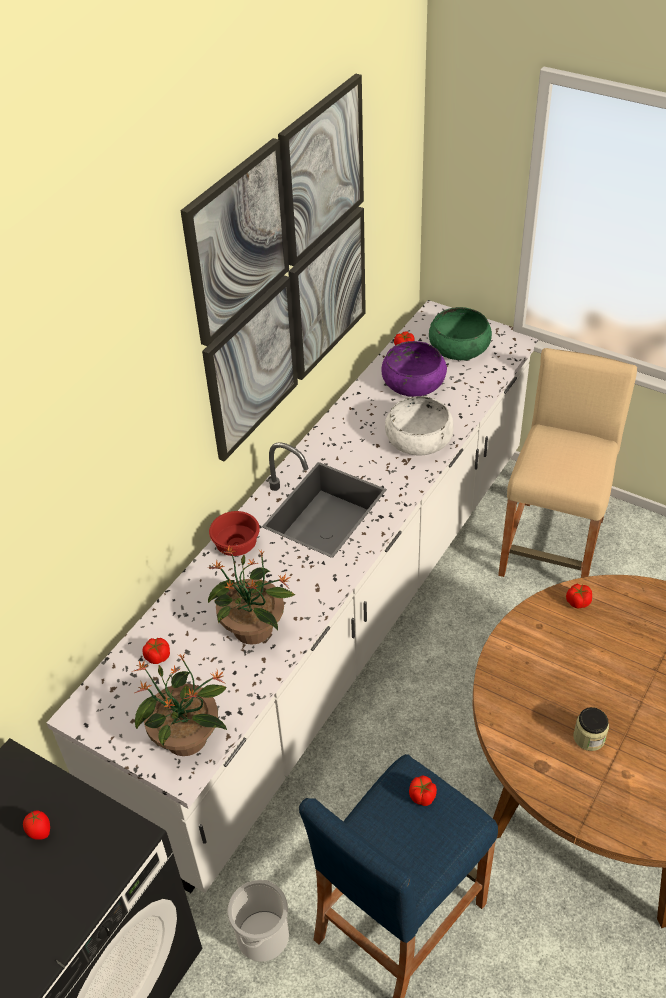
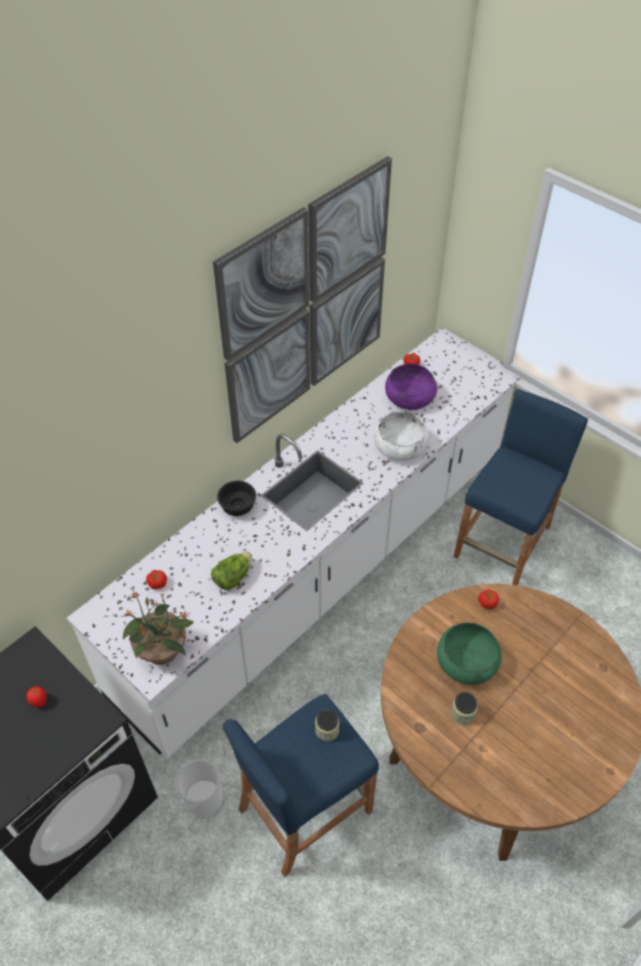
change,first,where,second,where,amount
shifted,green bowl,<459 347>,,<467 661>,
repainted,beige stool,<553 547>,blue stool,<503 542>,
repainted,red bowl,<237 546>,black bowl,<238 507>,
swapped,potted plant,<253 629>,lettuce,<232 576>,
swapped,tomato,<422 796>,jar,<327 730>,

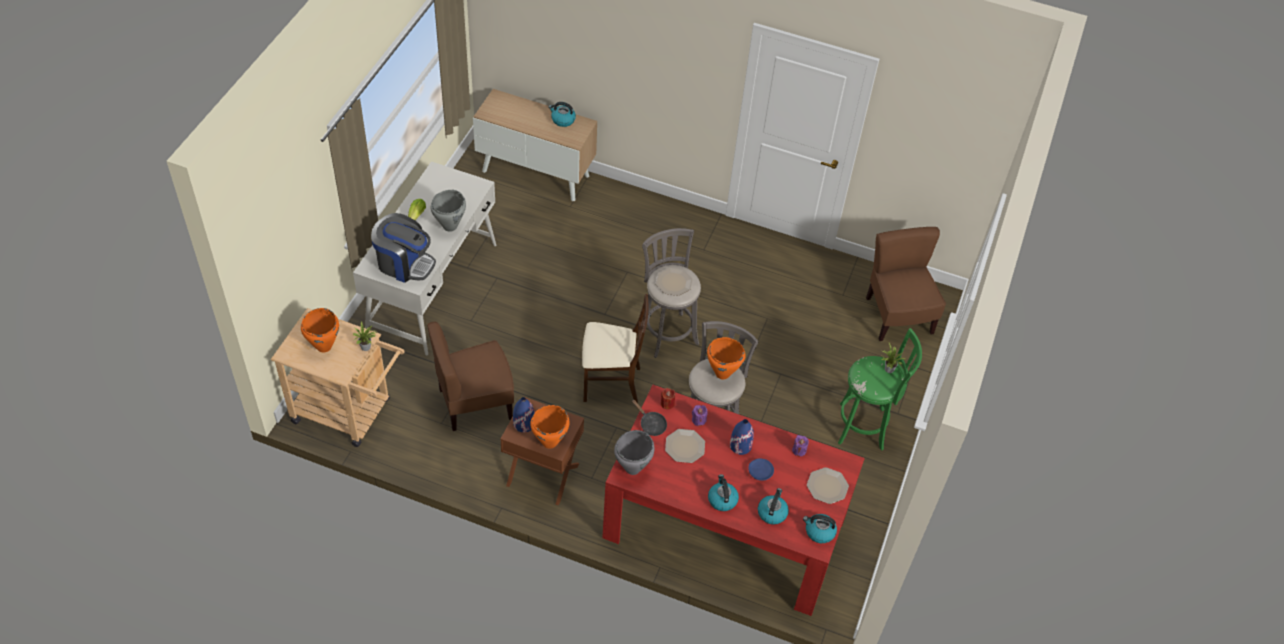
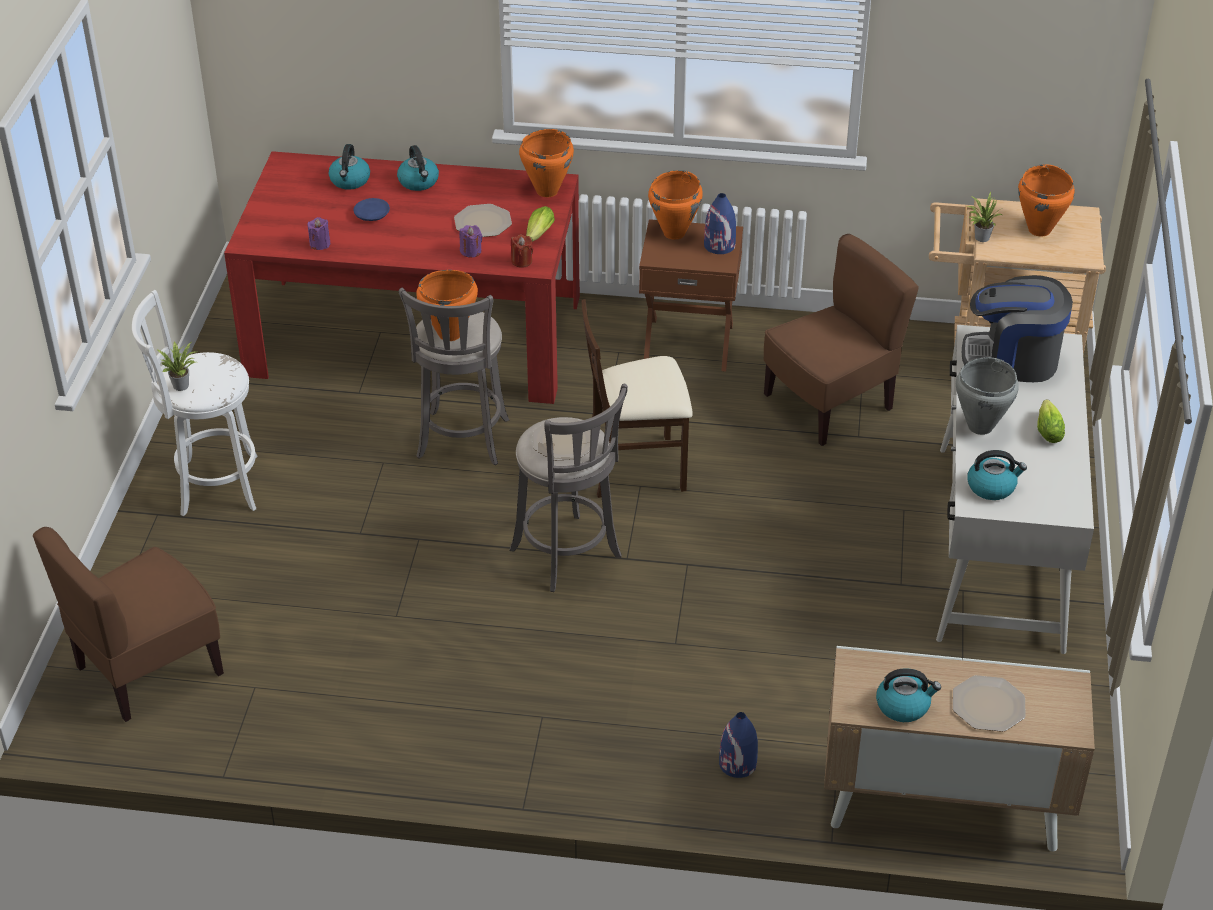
change,first,where,second,where,amount
rotated,brown chair,<897 316>,,<148 669>,75 degrees clockwise
repainted,green stool,<865 427>,white stool,<213 485>,
swapped,black frying pan,<651 424>,lettuce,<538 236>,
shifted,blue vase,<740 445>,,<738 764>,
repainted,grey cooking pot,<633 468>,orange cooking pot,<546 191>,
shifted,plate,<827 486>,,<989 705>,
shifted,kettle,<819 532>,,<992 487>,

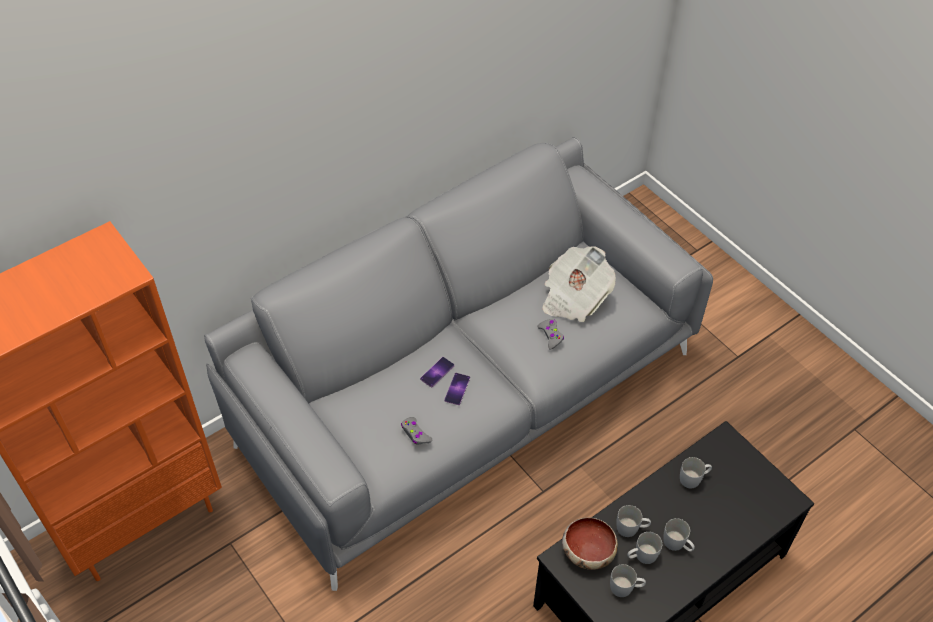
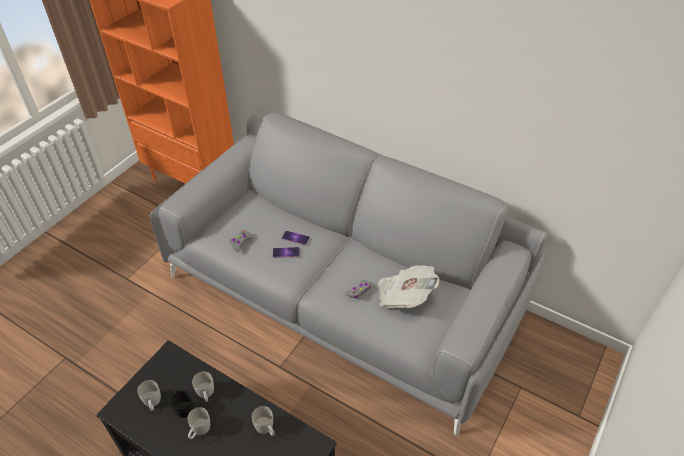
change,first,where,second,where,amount
gone,bowl,<587 551>,,,
repainted,white mug,<641 556>,black mug,<182 407>,

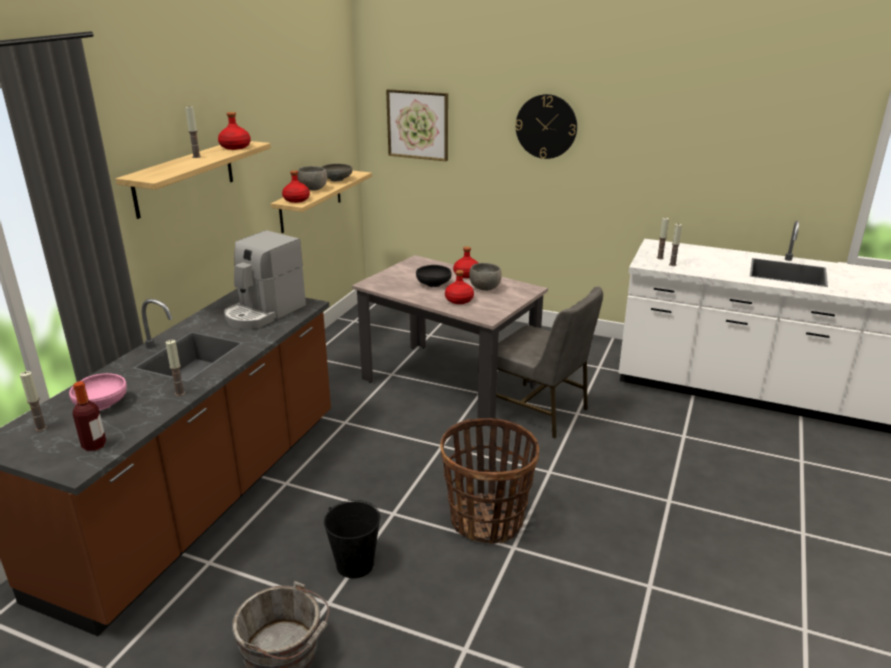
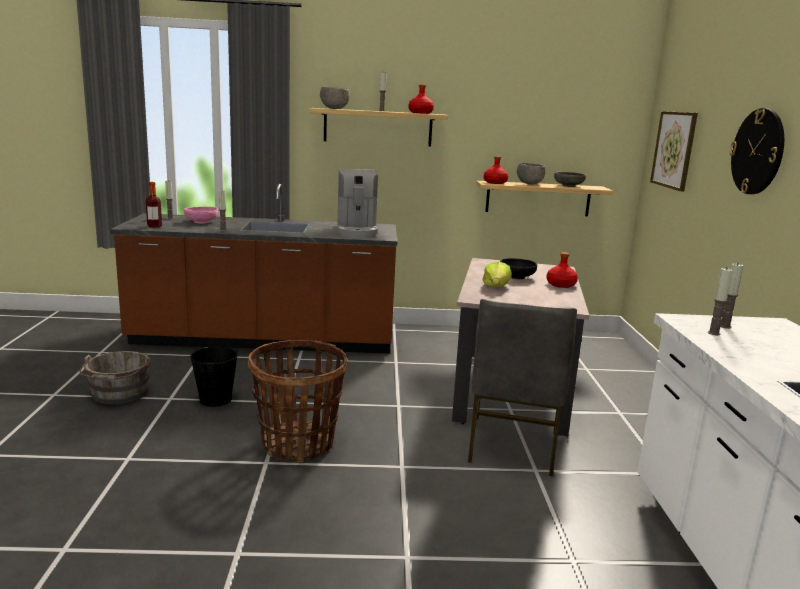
change,first,where,second,where,amount
rotated,coffee machine,<264 312>,,<356 231>,105 degrees counterclockwise
shifted,grey bowl,<485 288>,,<334 108>,
swapped,red bottle,<459 300>,lettuce,<496 287>,

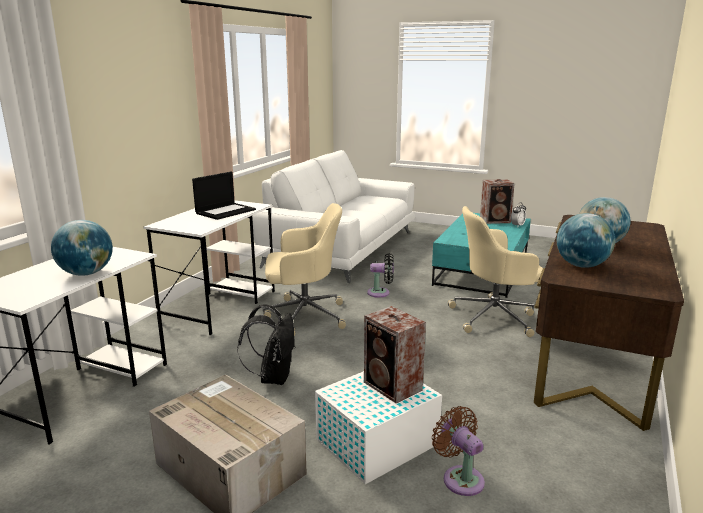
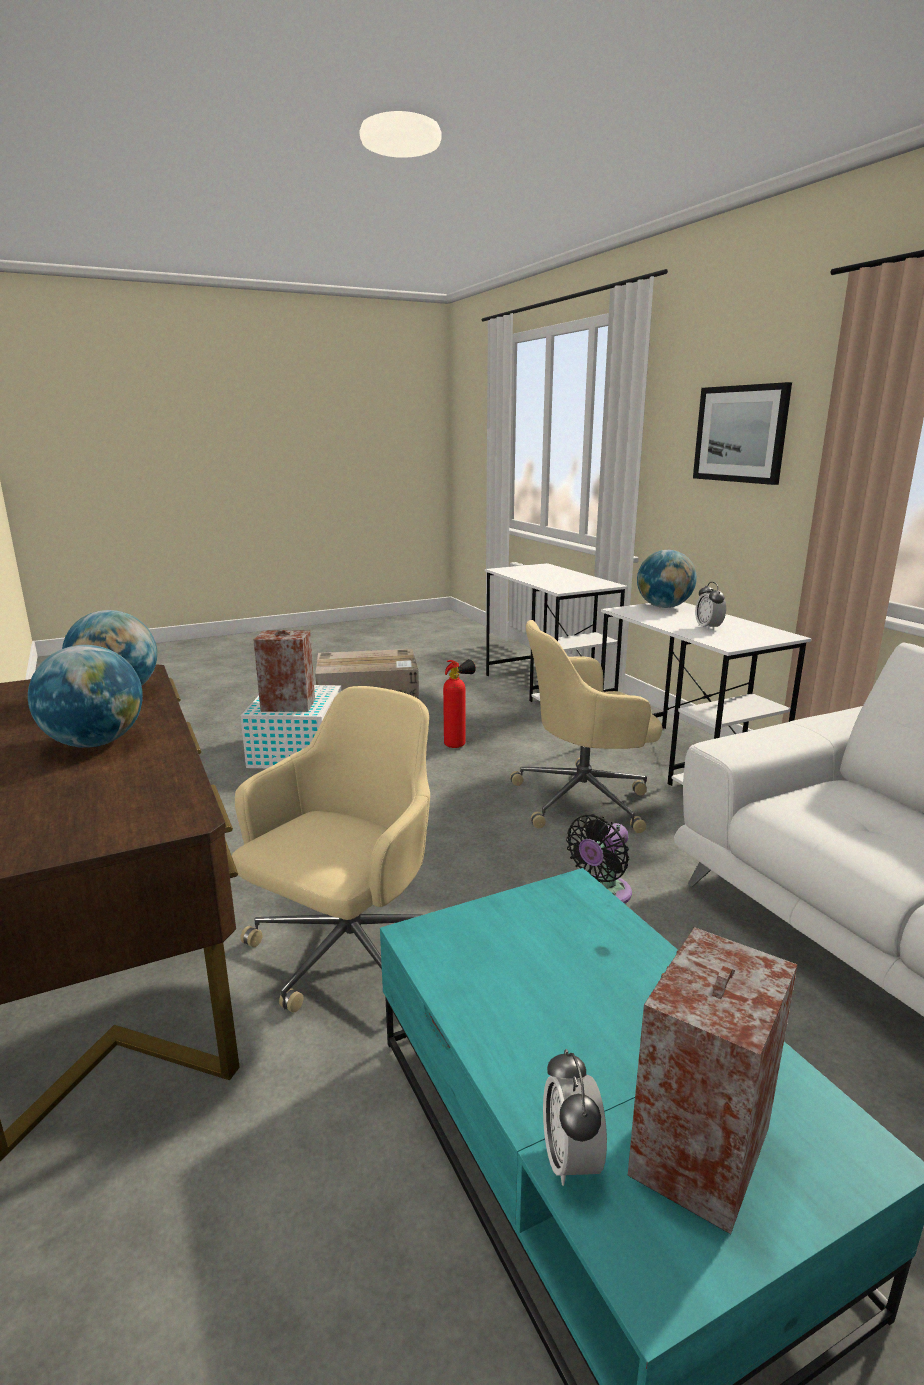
change,first,where,second,where,amount
swapped,laptop,<225 211>,alarm clock,<708 628>,
rotated,beige office chair,<303 316>,,<584 799>,45 degrees clockwise
shifted,globe,<87 273>,,<664 607>,
swapped,black backpack,<273 377>,fire extinguisher,<458 744>,
gone,brown fan,<460 478>,,,
new,,,picture,<740 434>,

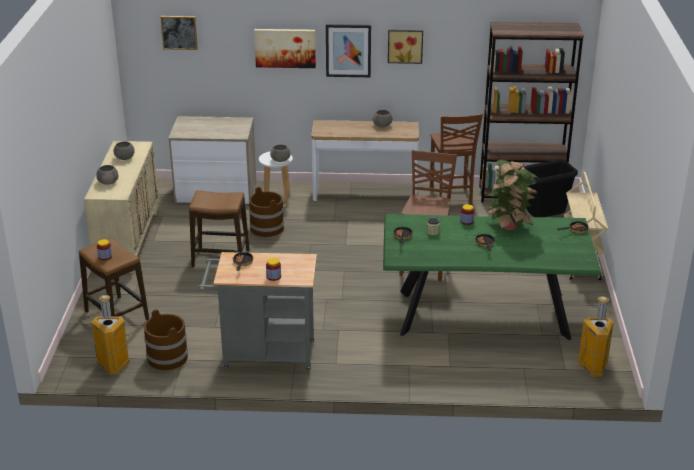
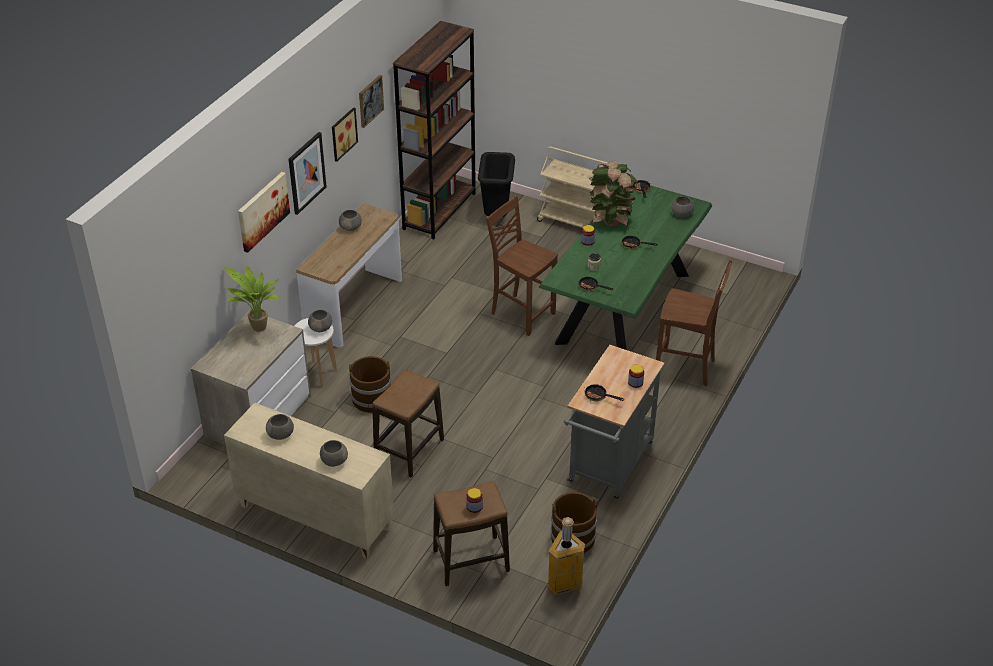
change,first,where,second,where,amount
shifted,picture,<179 32>,,<370 101>,
shifted,brown chair,<451 200>,,<686 368>,
gone,trash can,<593 368>,,,
new,,,grey bowl,<681 214>,
new,,,potted plant,<257 329>,

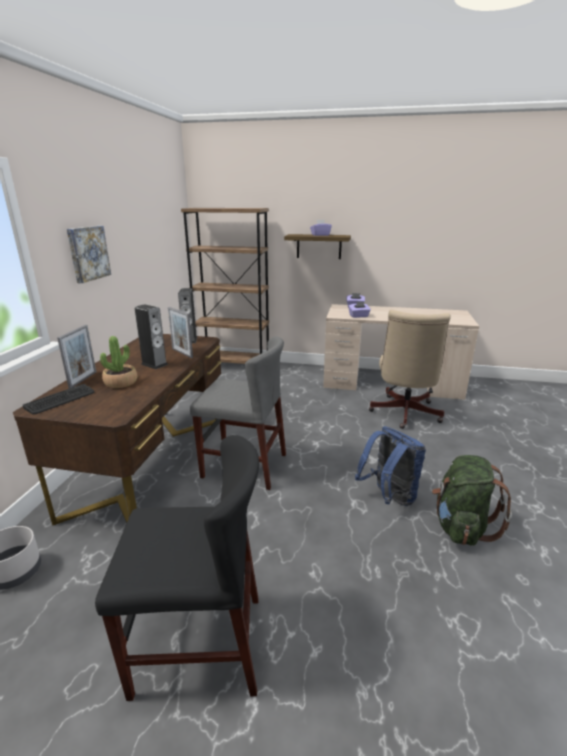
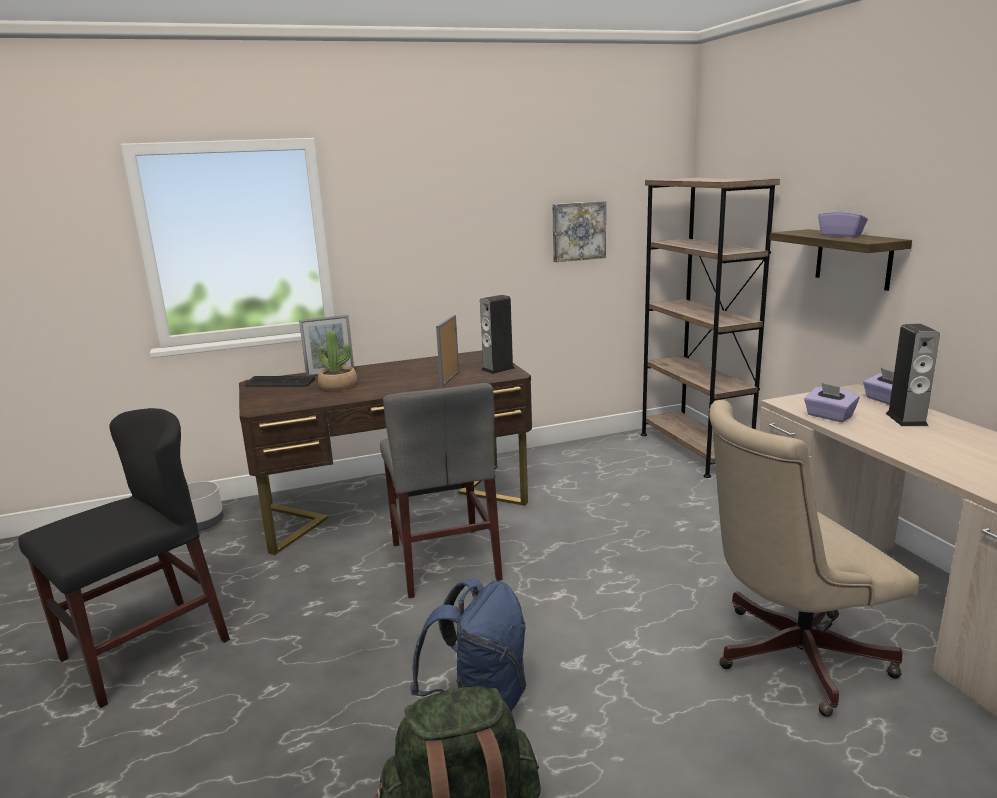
change,first,where,second,where,amount
shifted,picture,<87 253>,,<578 231>,
shifted,speaker,<154 364>,,<906 419>,
rotated,black chair,<199 644>,,<145 649>,105 degrees counterclockwise

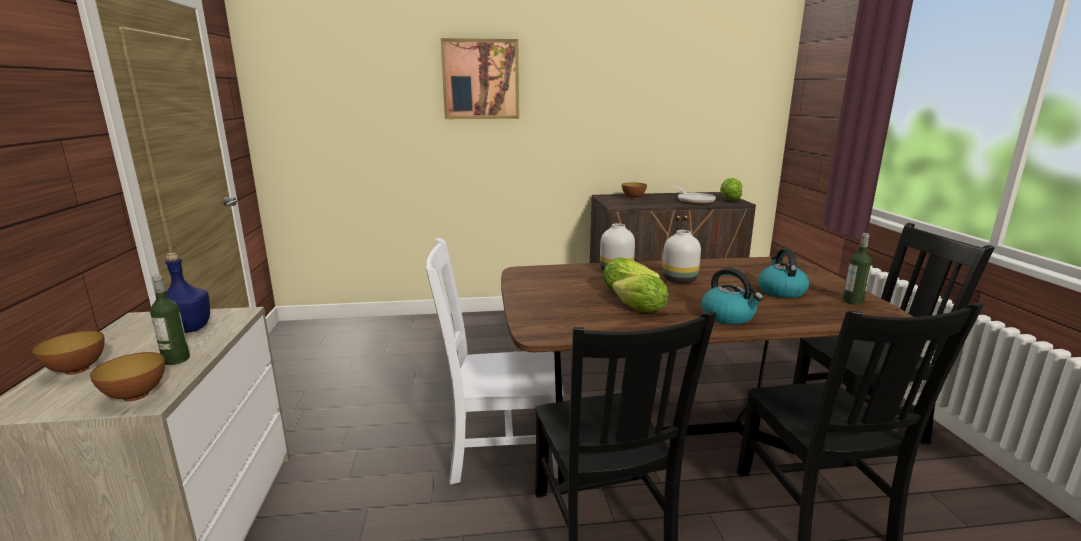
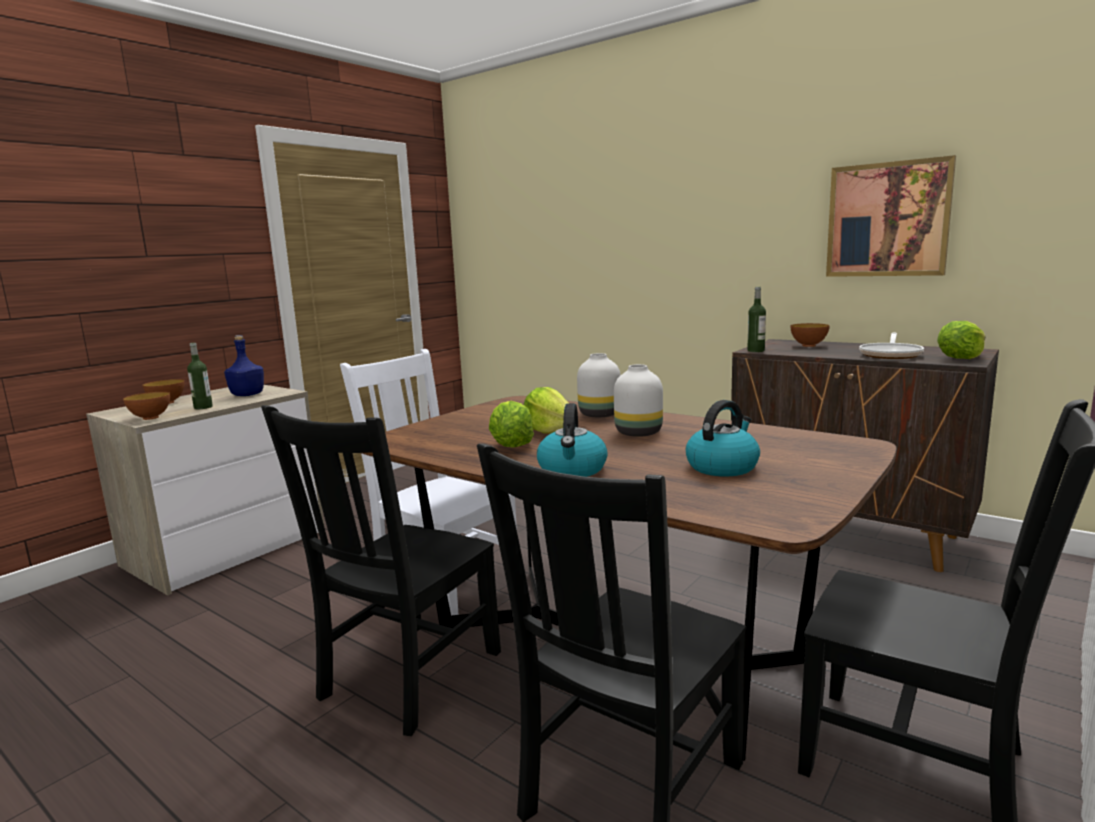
change,first,where,second,where,amount
shifted,picture,<480 79>,,<887 220>,
shifted,bottle,<852 301>,,<756 351>,

